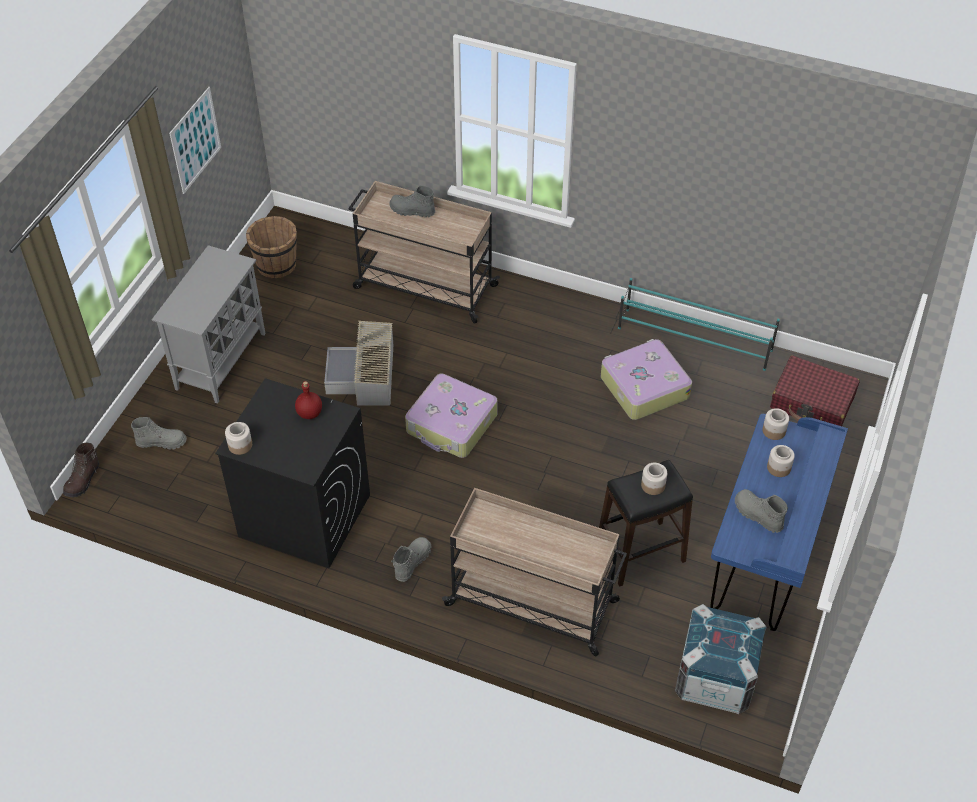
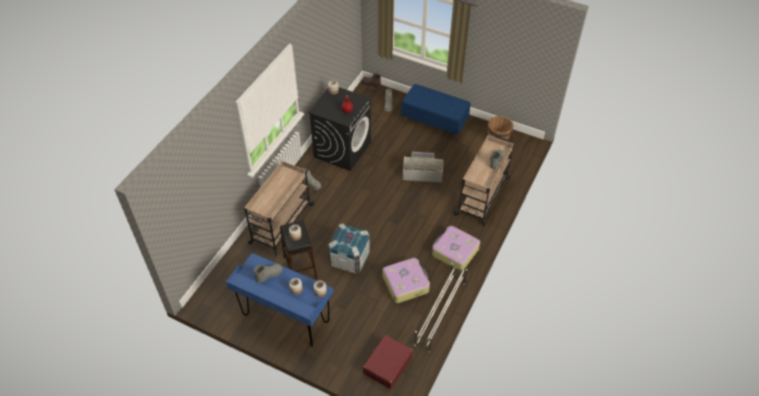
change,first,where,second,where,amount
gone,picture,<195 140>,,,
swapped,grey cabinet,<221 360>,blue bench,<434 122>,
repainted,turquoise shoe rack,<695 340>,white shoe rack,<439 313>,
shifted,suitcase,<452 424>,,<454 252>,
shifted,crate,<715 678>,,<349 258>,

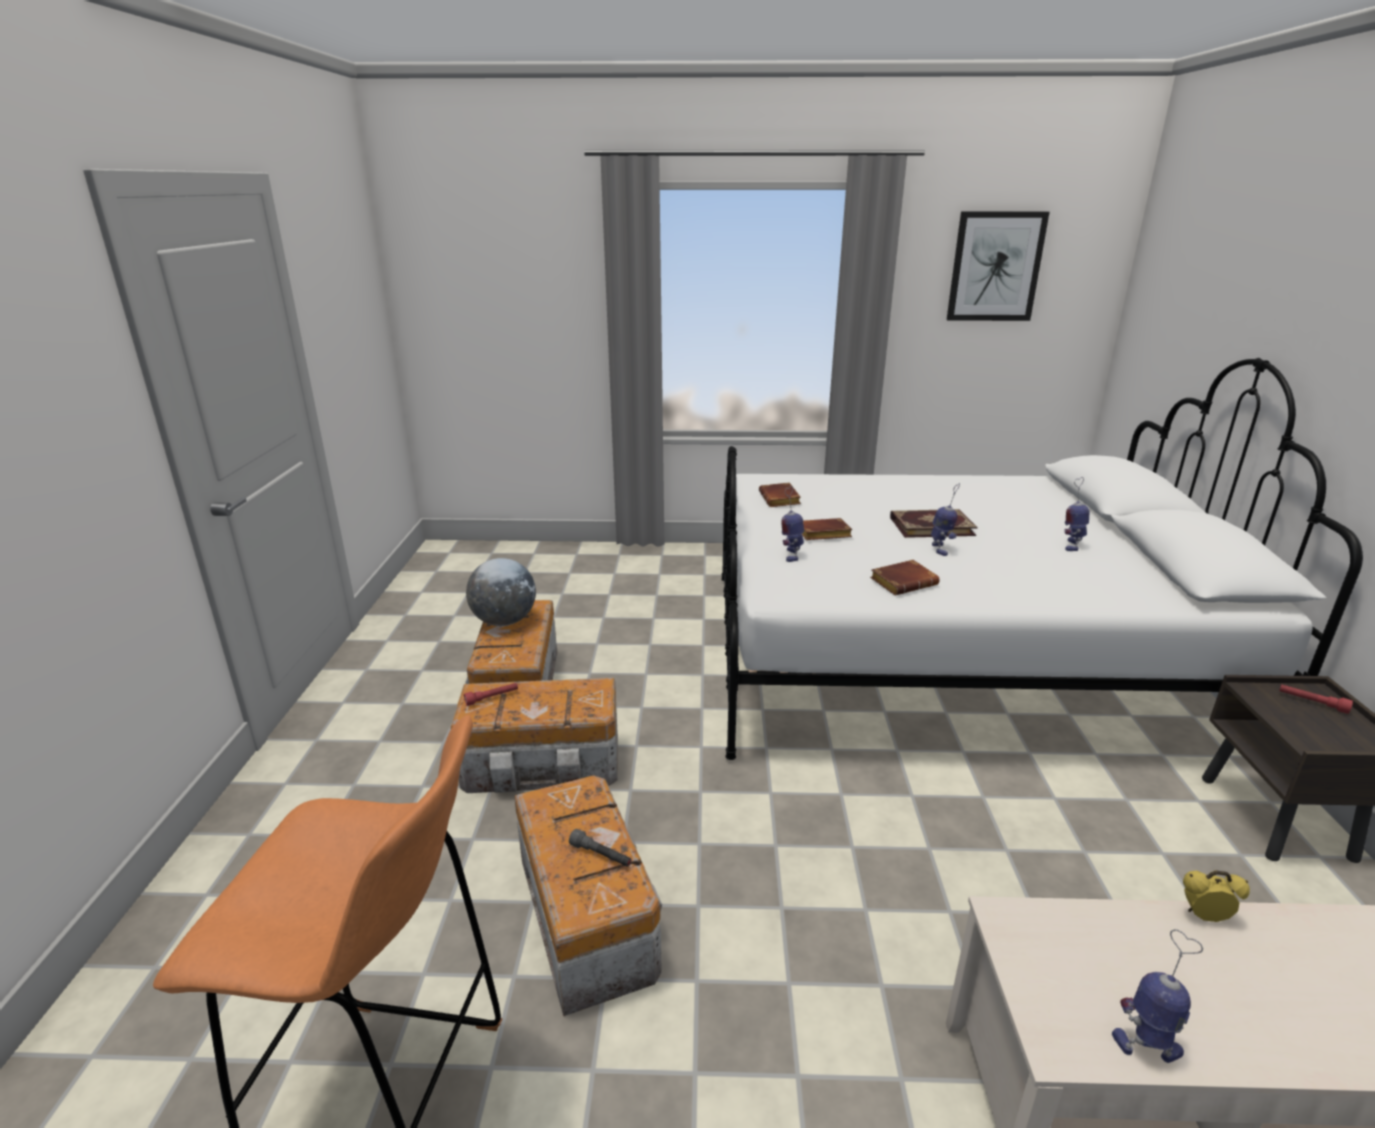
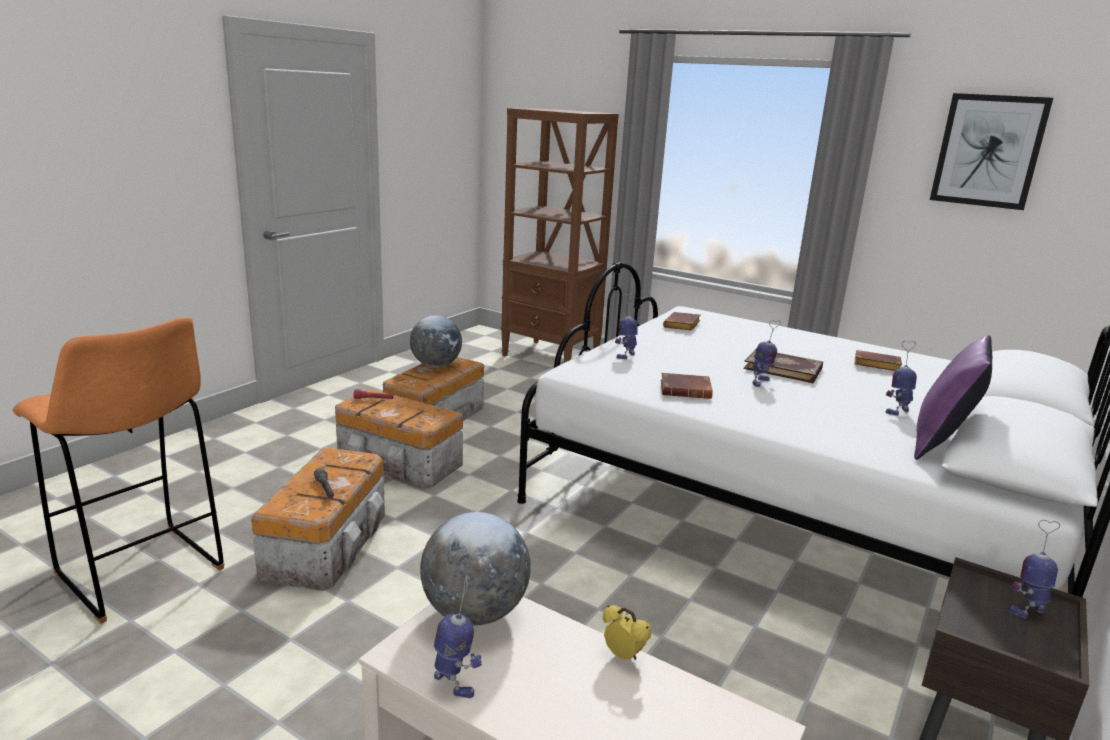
change,first,where,second,where,amount
shifted,brown book,<822 535>,,<875 365>,
swapped,red flashlight,<1312 703>,toy robot,<1028 610>,
new,,,brown bookcase,<551 356>,
new,,,purple pillow,<941 444>,
new,,,globe,<474 612>,

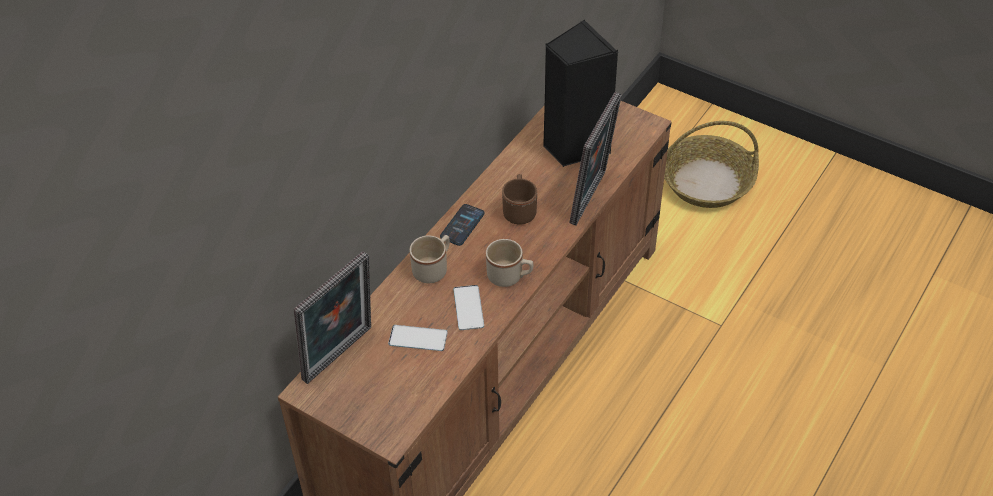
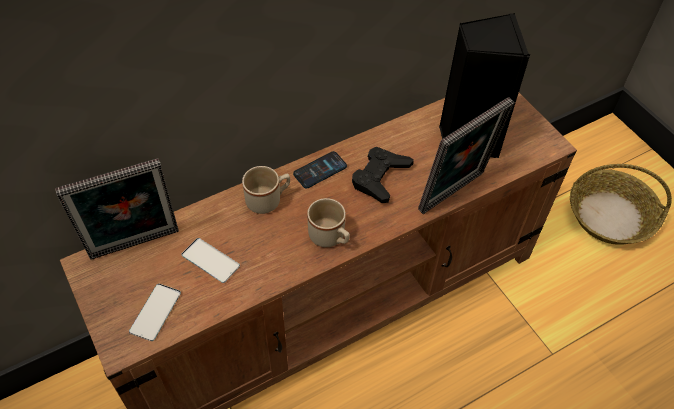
change,first,where,second,where,amount
swapped,brown mug,<519 210>,black game controller,<380 177>,
shifted,phone,<468 308>,,<155 312>,

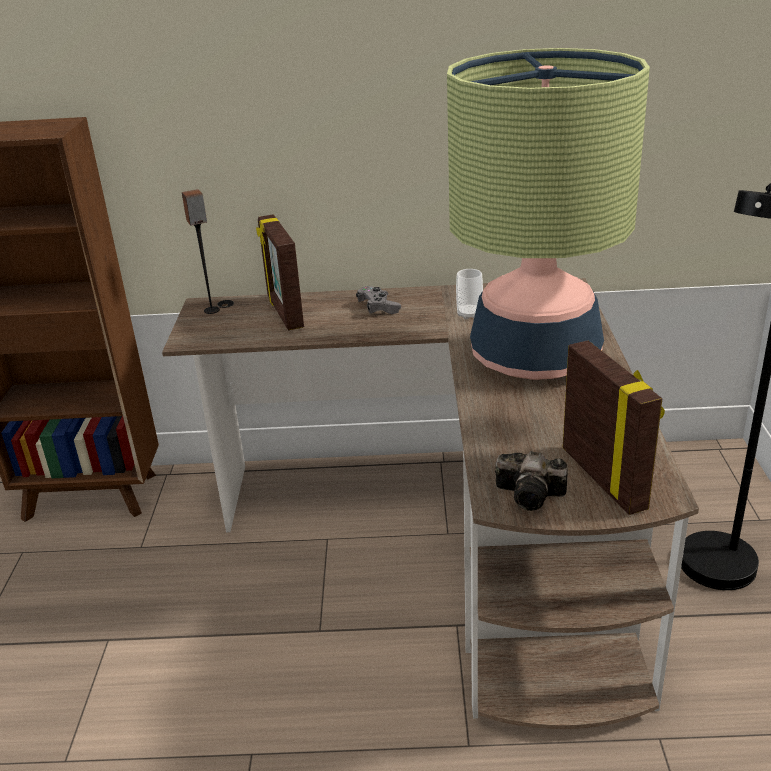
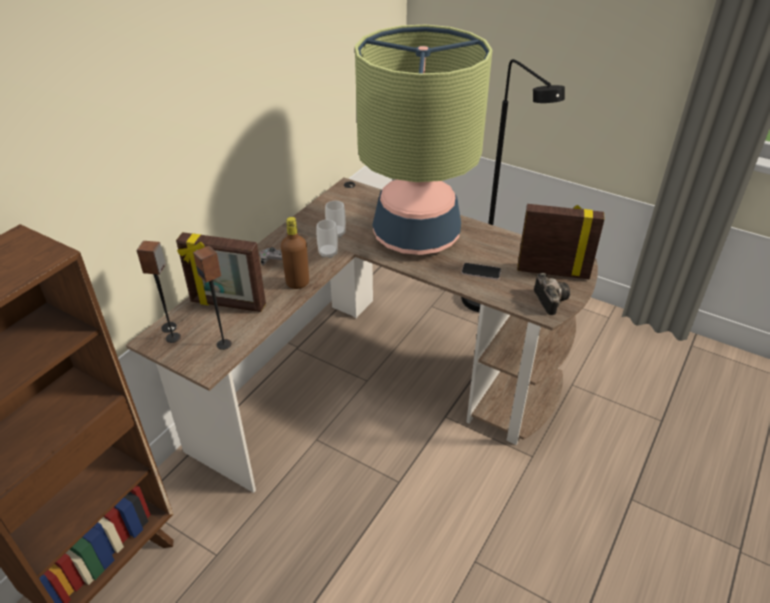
change,first,where,second,where,amount
rotated,photo camera,<533 495>,,<549 299>,60 degrees counterclockwise
new,,,brown bottle,<297 283>,
new,,,cup,<328 253>,
new,,,speaker,<224 344>,
new,,,phone,<481 272>,

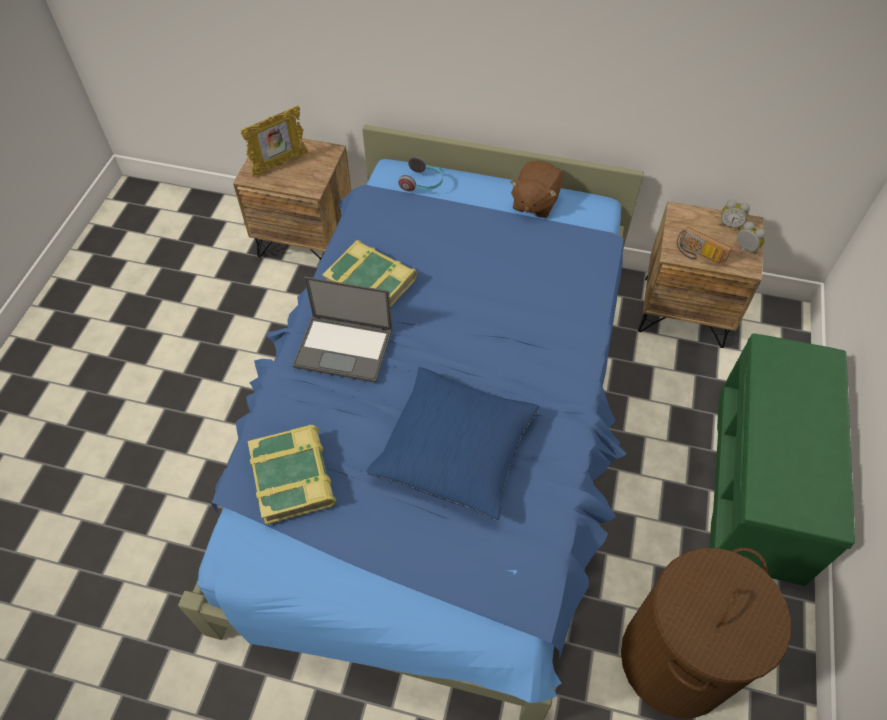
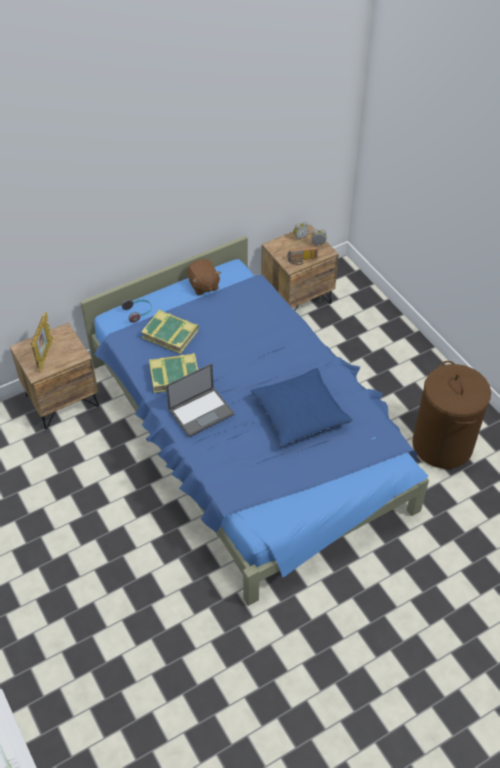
change,first,where,second,where,amount
gone,green bench,<760 484>,,,
shifted,book,<293 477>,,<170 334>,

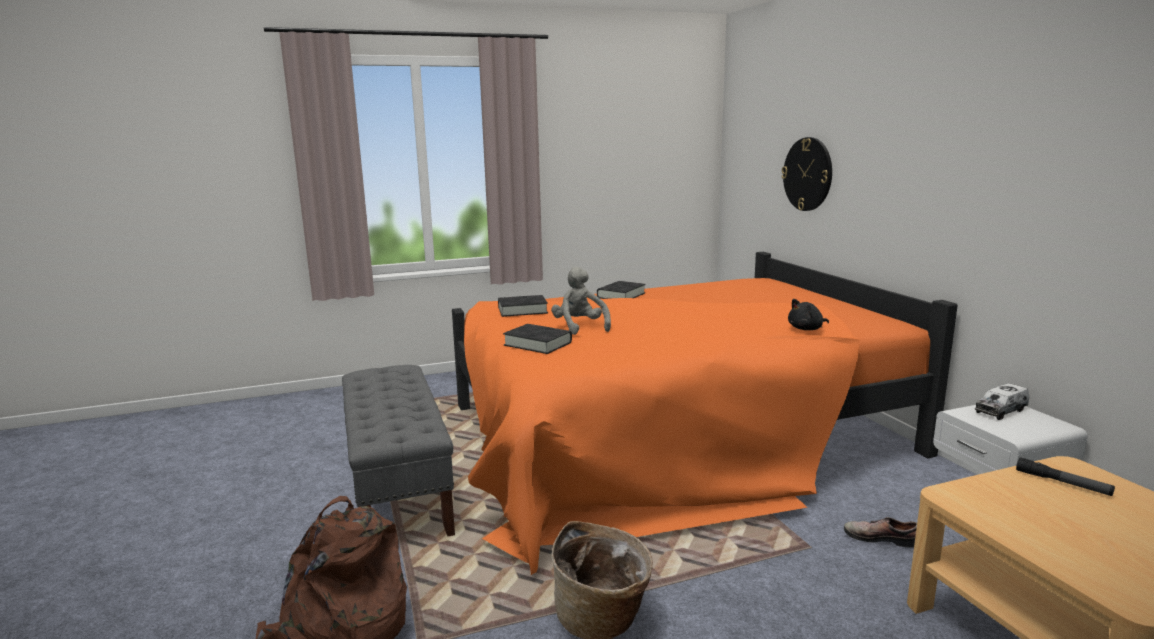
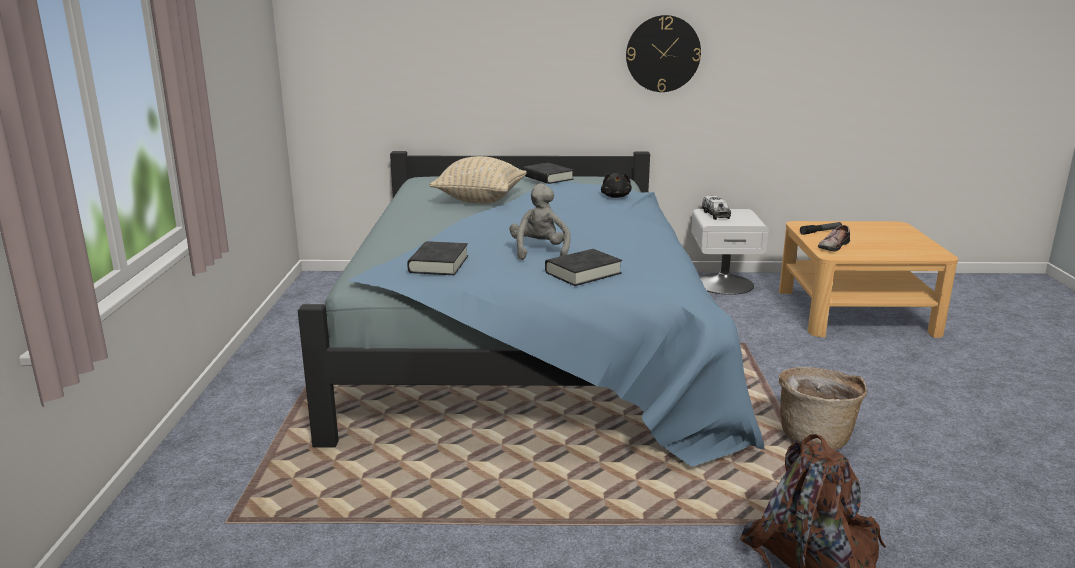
change,first,where,second,where,amount
shifted,wall clock,<807 174>,,<663 54>,
repainted,orange bed,<670 436>,blue bed,<529 346>,
rotated,grey plush toy,<580 327>,,<539 252>,90 degrees clockwise
shifted,black book,<621 295>,,<547 178>,
gone,grey bench,<399 489>,,,
shifted,shoe,<880 537>,,<832 246>,
new,,,beige pillow,<480 200>,

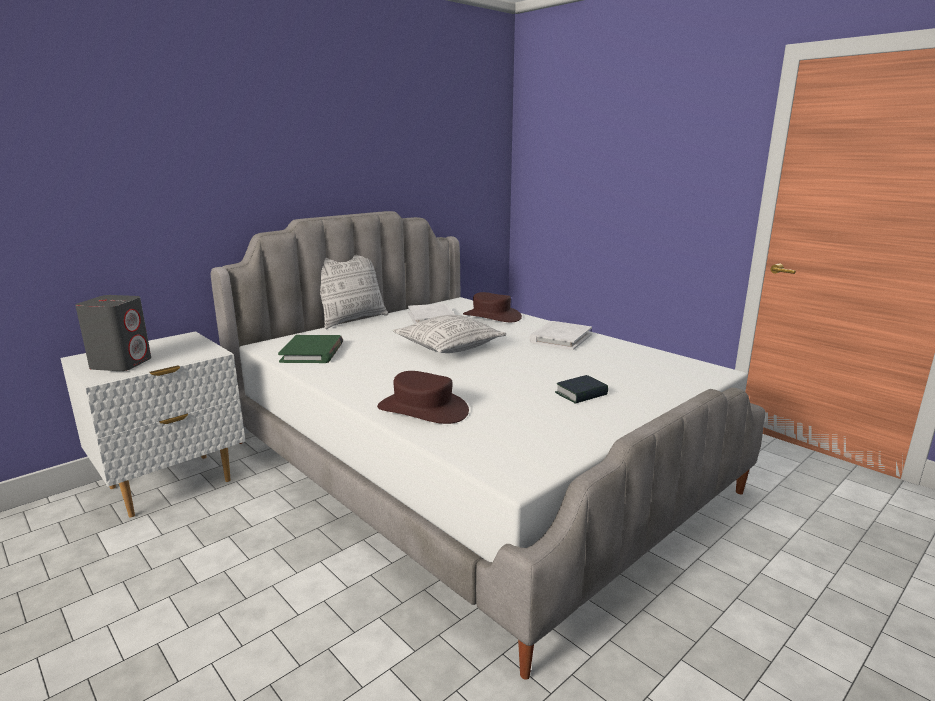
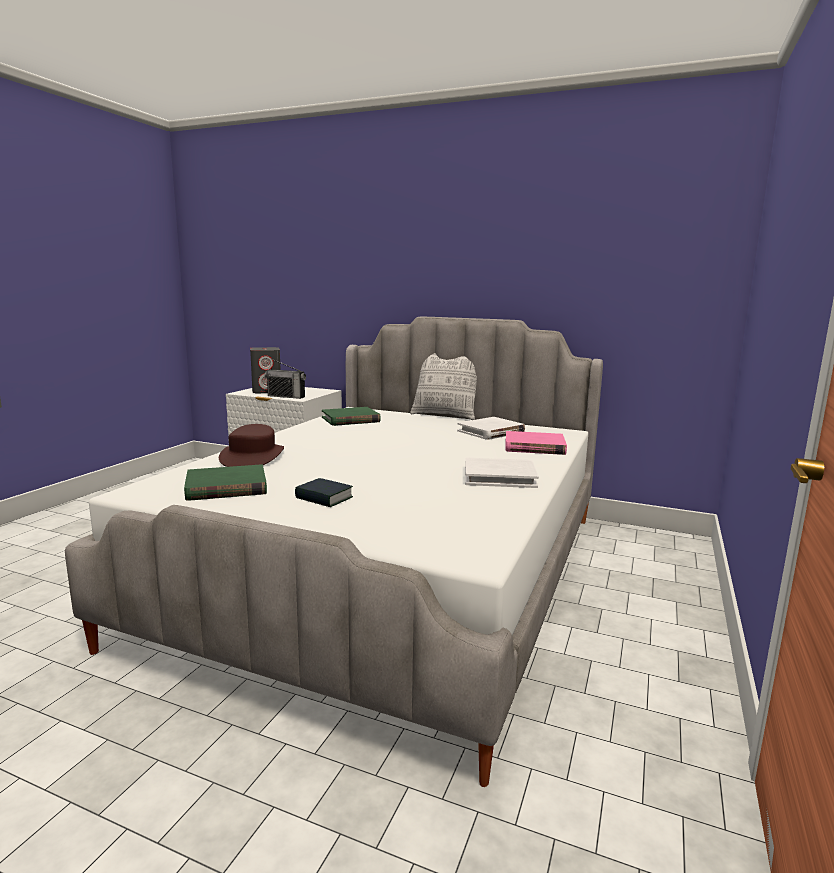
change,first,where,second,where,amount
swapped,brown hat,<491 316>,pink book,<534 447>,
gone,pillow,<449 347>,,,
new,,,radio,<286 396>,
new,,,green book,<226 487>,

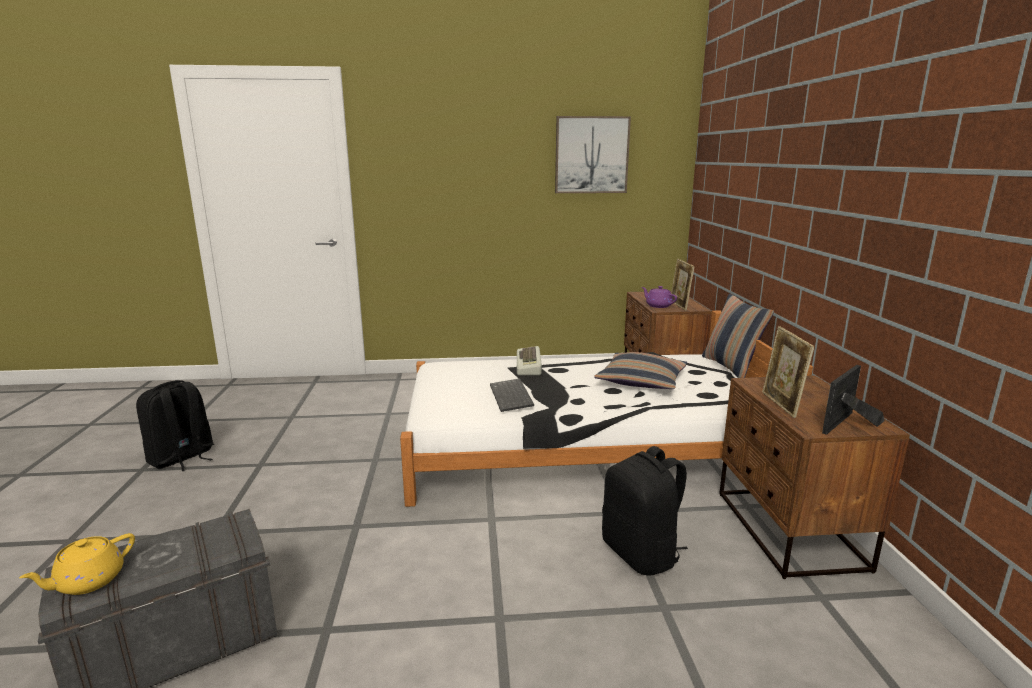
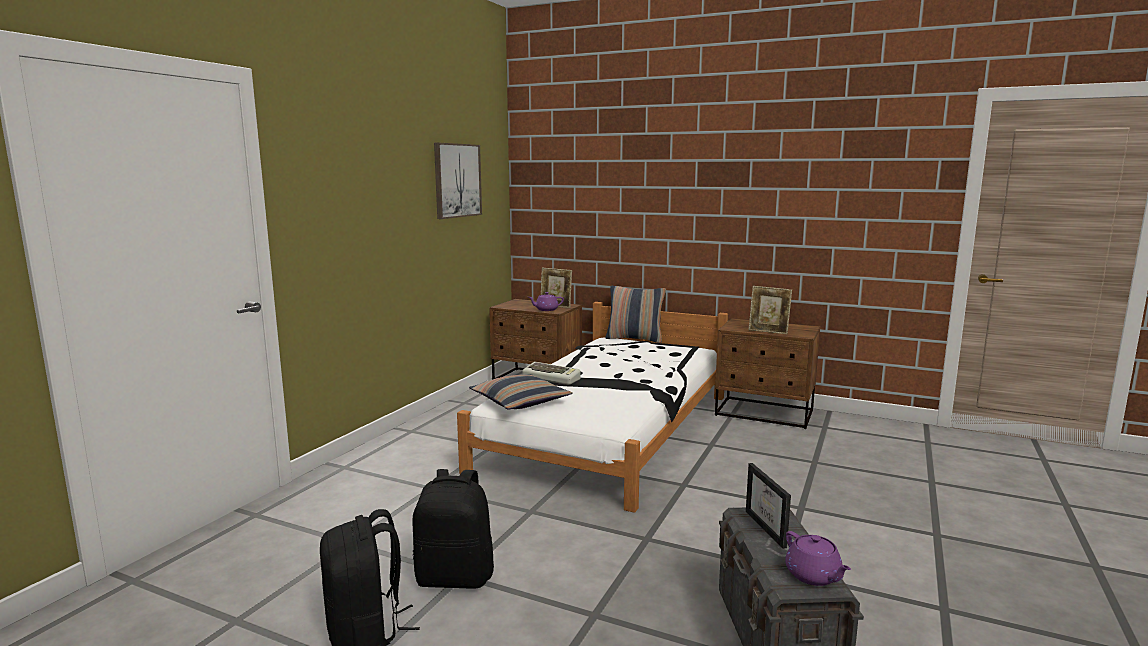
change,first,where,second,where,amount
shifted,pillow,<641 381>,,<520 402>,
shifted,picture frame,<845 425>,,<772 529>,
gone,keyboard,<512 397>,,,
shifted,black backpack,<641 554>,,<455 577>,
repainted,yellow teapot,<88 581>,purple teapot,<814 576>,

